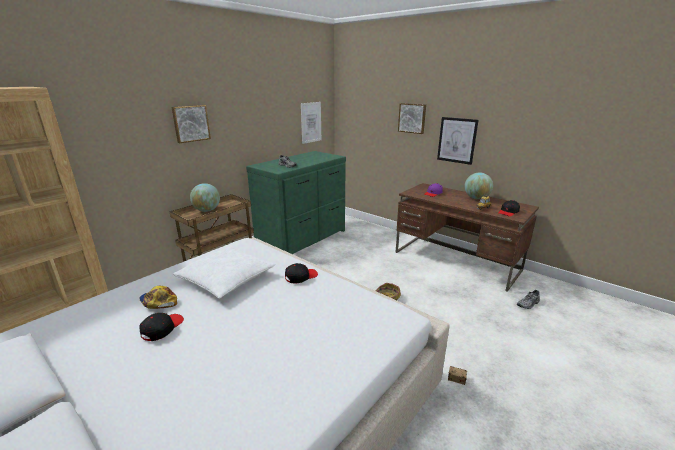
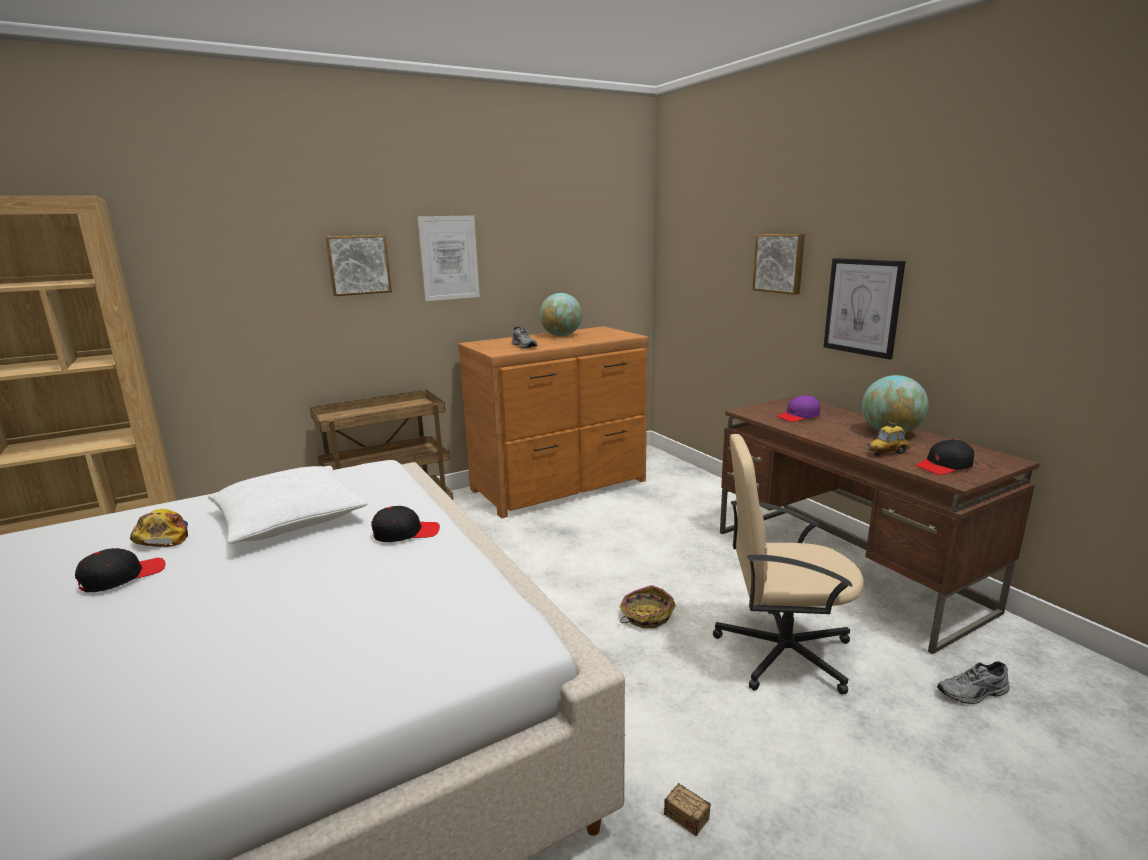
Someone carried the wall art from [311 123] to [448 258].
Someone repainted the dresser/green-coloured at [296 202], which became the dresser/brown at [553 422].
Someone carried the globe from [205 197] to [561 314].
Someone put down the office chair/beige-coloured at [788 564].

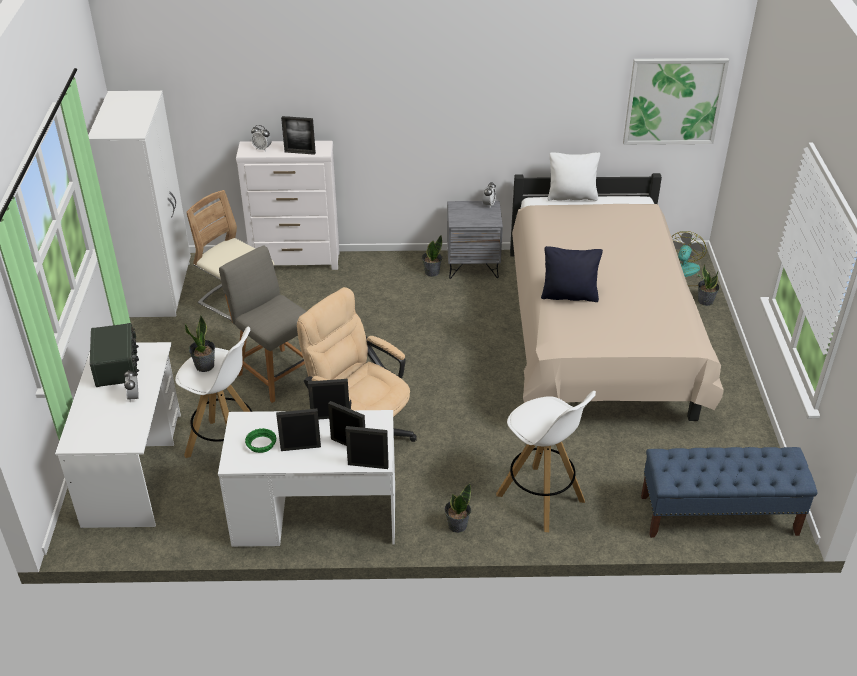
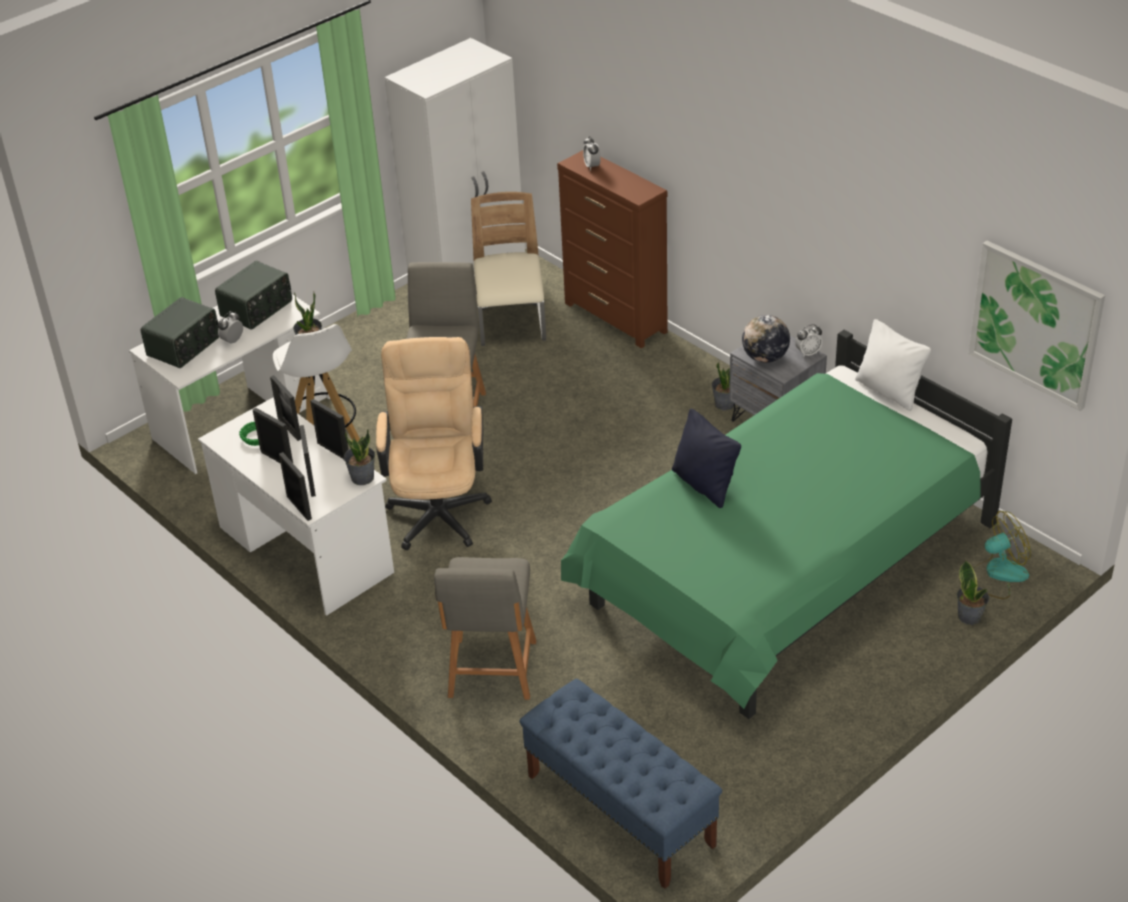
Someone carried the standing frame from [298 135] to [285 408].
Someone repainted the dresser/white-coloured at [287 205], which became the dresser/brown at [612 249].
Someone repainted the bedroom bed/beige-coloured at [617 297], which became the bedroom bed/green-coloured at [786 524].
Someone swapped the stool seat/white-coloured at [546 461] for the chair/greyish at [485 628].
Someone carried the plant in a pot from [458 508] to [359 457].
Someone put down the radio at [180 332].
Someone put down the globe at [766 339].

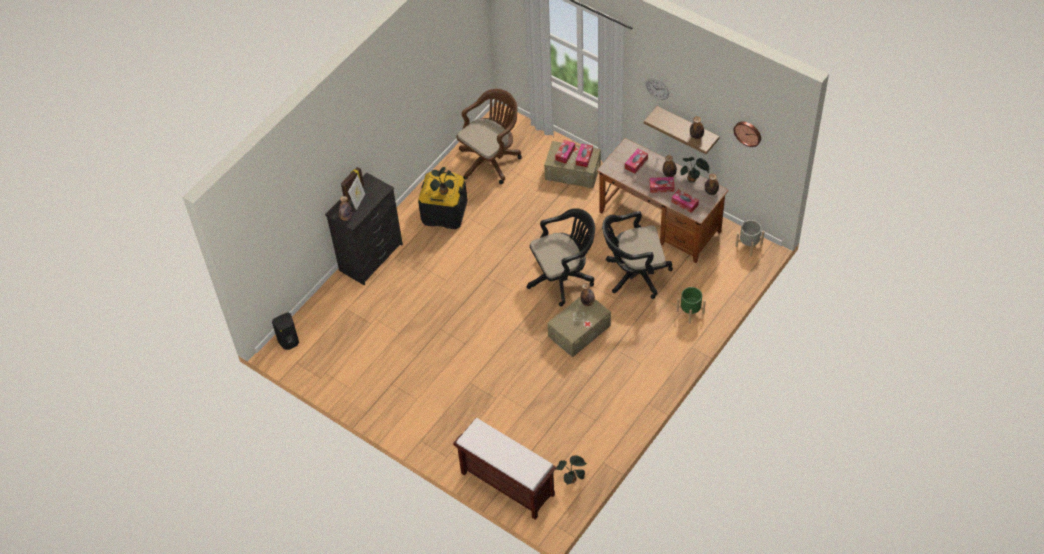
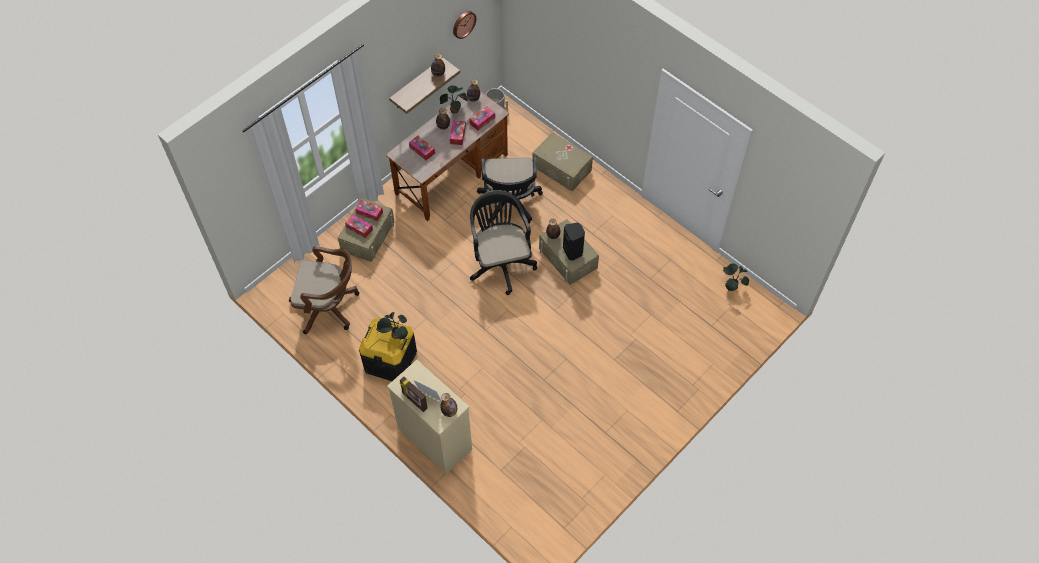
Someone took away the hanging clock at [657 89].
Someone rotated the office chair/brown at [489 136] by 135 degrees clockwise.
Someone repainted the dresser/black-coloured at [364 229], which became the dresser/beige-coloured at [429 417].
Someone swapped the planter/green-coloured at [691 305] for the storage container/beige-coloured at [562 161].
Someone carried the audio speaker/black-coloured from [285 331] to [574 242].
Someone took away the bench/brown at [505 469].

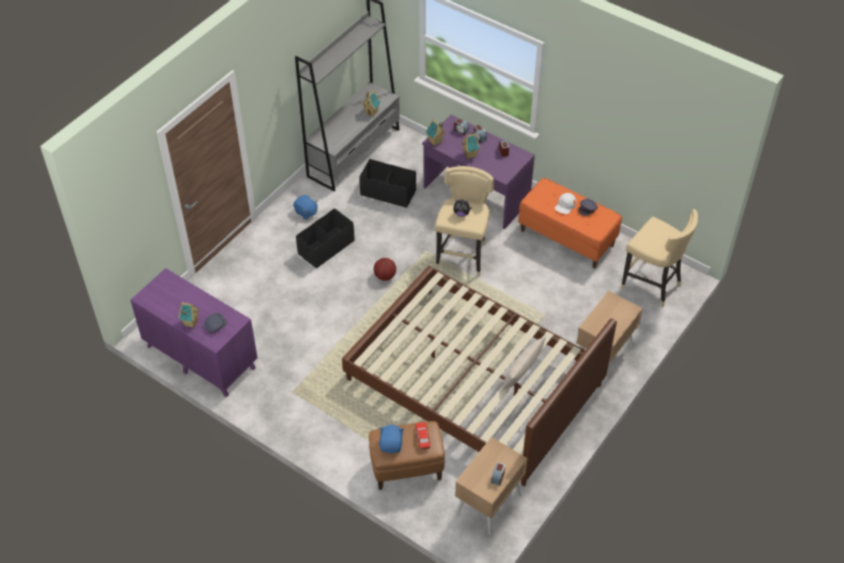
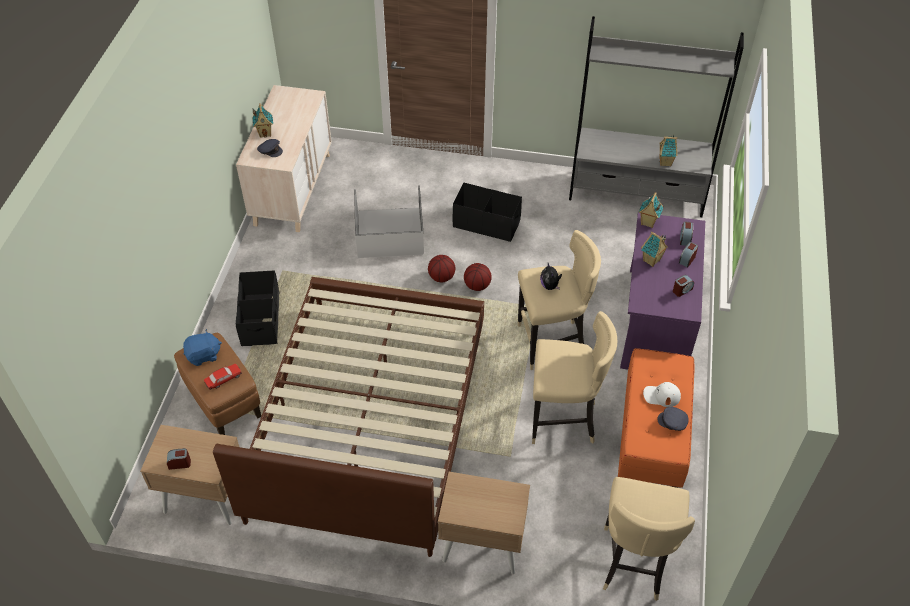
Someone carried the storage container/black-coloured from [387 183] to [257 308].
Someone took away the plush toy/bluish at [305 207].
Someone repainted the dresser/purple-coloured at [194 333], which became the dresser/beige-coloured at [284 158].
Someone took away the cushion/beige-coloured at [524 363].
Someone put down the storage container/white-coloured at [389 221].
Someone put down the ball for basketball at [441 269].
Someone put down the stool seat/beige-coloured at [574 377].

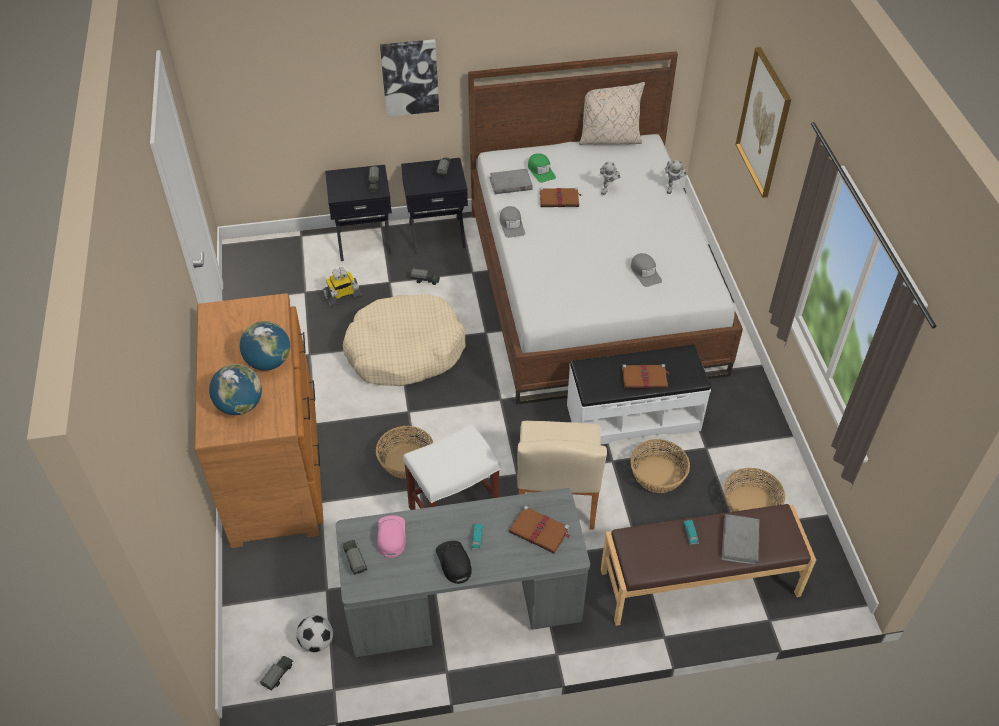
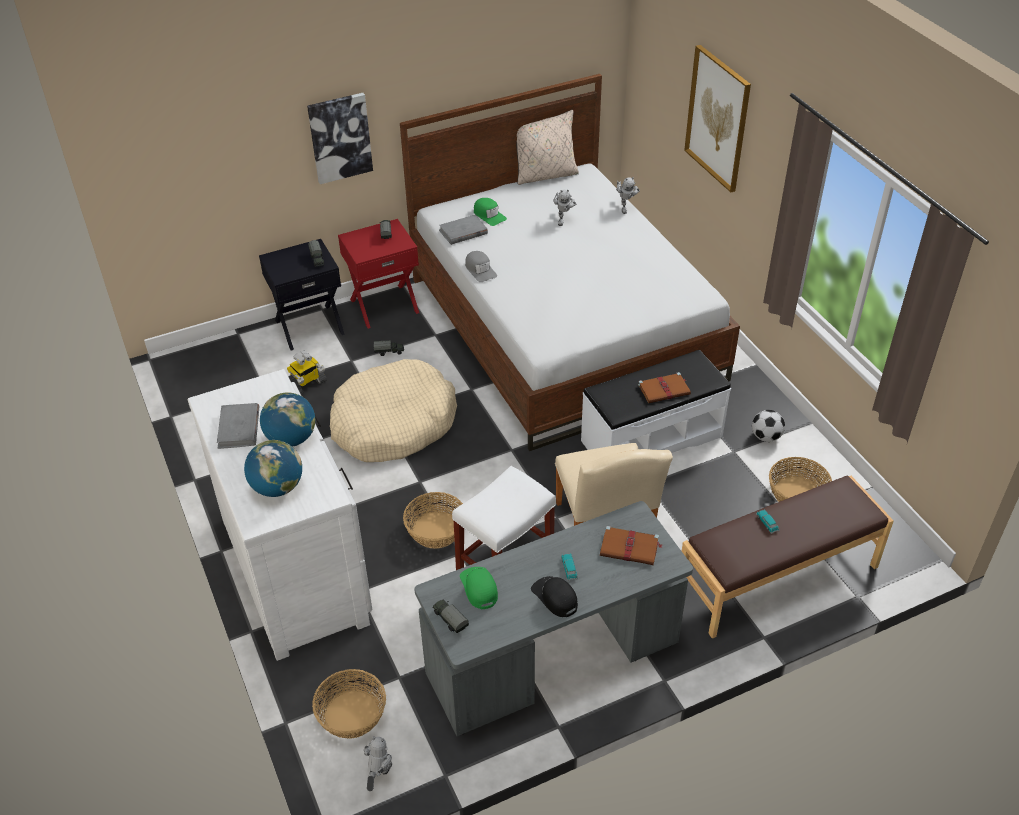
Someone repainted the nightstand/black-coloured at [434 206], which became the nightstand/red at [378 274].
Someone took away the volume/brown at [560 197].
Someone took away the cap/greyish at [646 270].
Someone repainted the dresser/brown at [259 420], which became the dresser/white-coloured at [280 515].
Someone carried the storage basket from [660 466] to [349 704].
Someone carried the volume/greyish from [740 539] to [238 426].
Someone repainted the cap/pink at [391 536], which became the cap/green-coloured at [479 588].
Someone carried the ball for football from [314 634] to [768 426].
Someone swapped the toy lorry at [276 673] for the toy robot at [378 763].

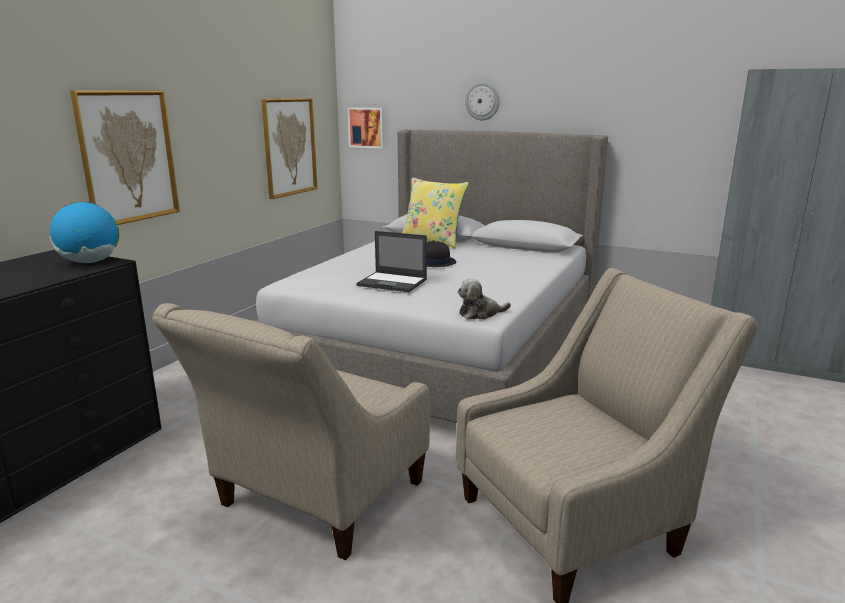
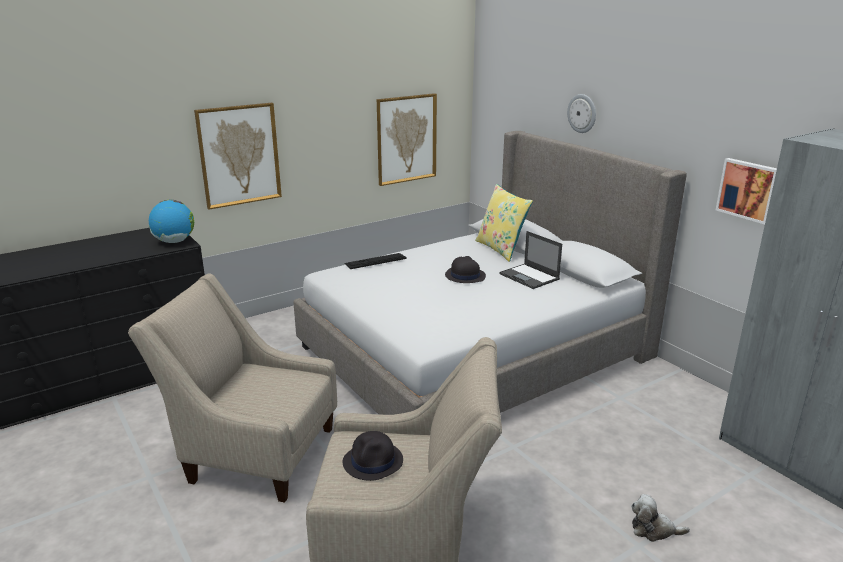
Someone carried the wall art from [366 128] to [746 191].
Someone carried the laptop from [391 261] to [530 260].
Someone carried the plush toy from [484 299] to [660 518].
Someone rotated the lounge chair/beige-coloured at [291 431] by 45 degrees clockwise.
Someone put down the keyboard at [375 261].
Someone put down the clothing hat/black-coloured at [373 456].

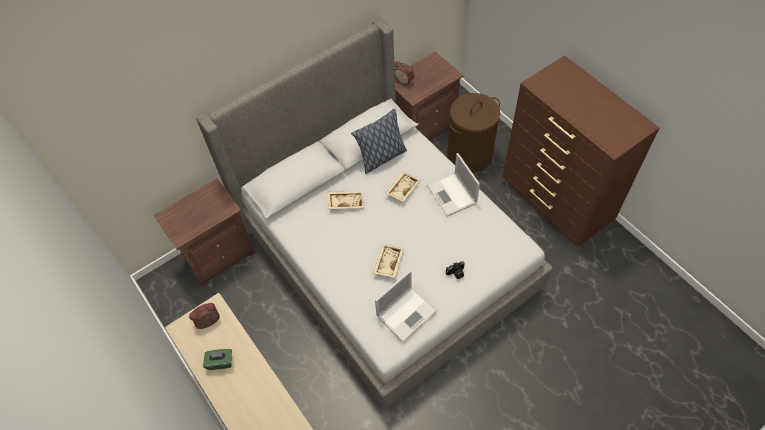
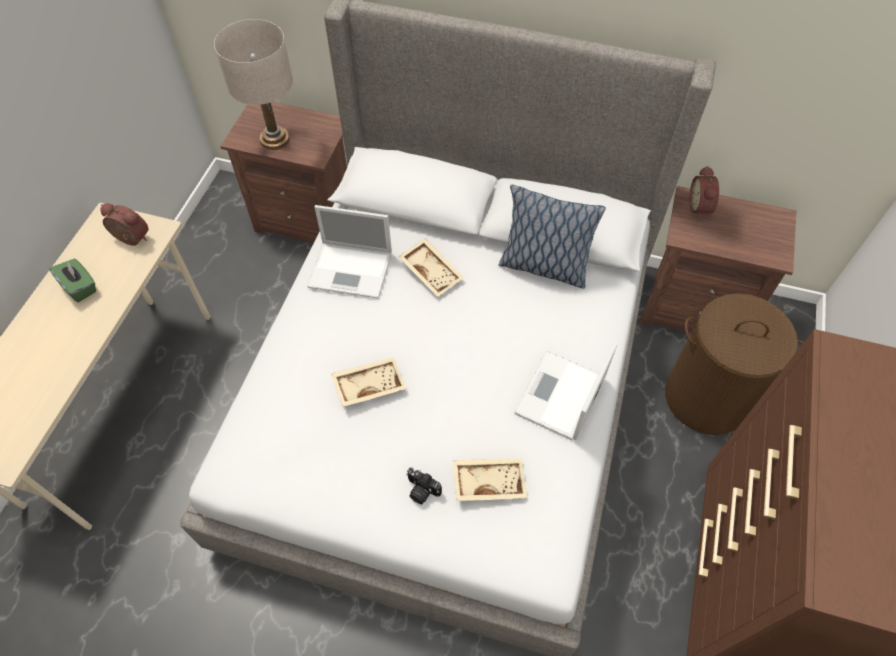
Someone carried the tray/beige-coloured from [403 187] to [490 479].
Someone carried the laptop from [406 306] to [349 251].
Someone put down the table lamp/beige-coloured at [253 84].

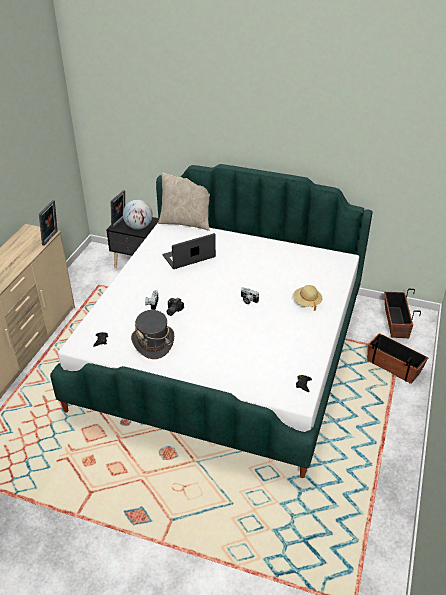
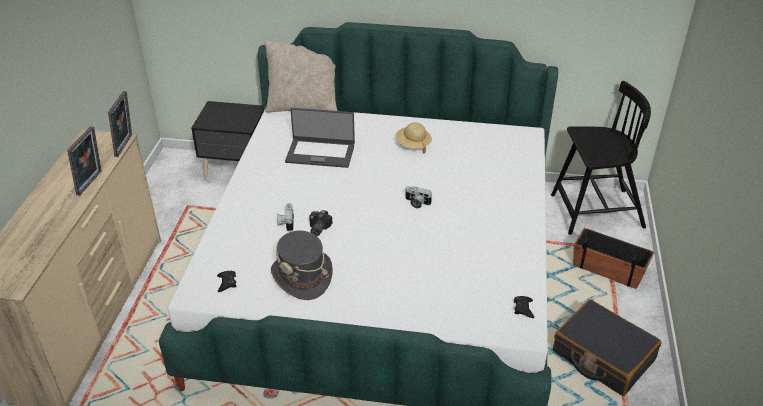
Someone carried the standing frame from [117 209] to [84 161].
Someone took away the globe at [138 214].
Someone rotated the laptop at [189 251] by 135 degrees counterclockwise.
Someone carried the clothing hat/beige-coloured from [307 298] to [413 137].
Someone swapped the planter at [402 313] for the chair/black-coloured at [601 158].
Someone put down the piece of luggage/black-coloured at [607 347].

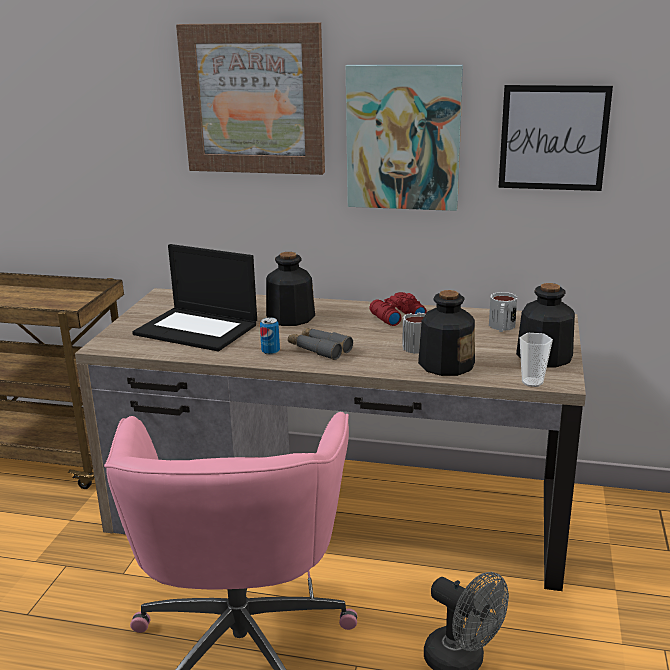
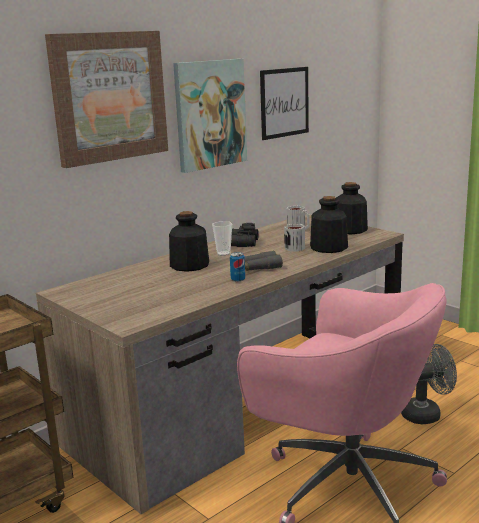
Someone took away the laptop at [194 297].
Someone repainted the binoculars/red at [398 309], which became the binoculars/black-coloured at [245 235].
Someone carried the cup from [536 360] to [222 238].

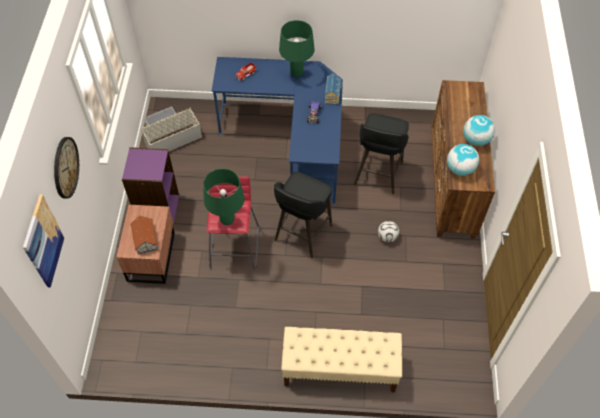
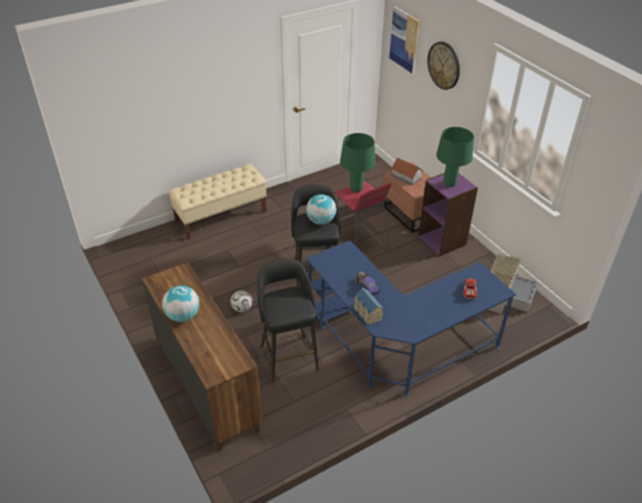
Someone carried the table lamp/green-coloured from [297 48] to [455 157].
Someone carried the globe from [463 160] to [321 209].

